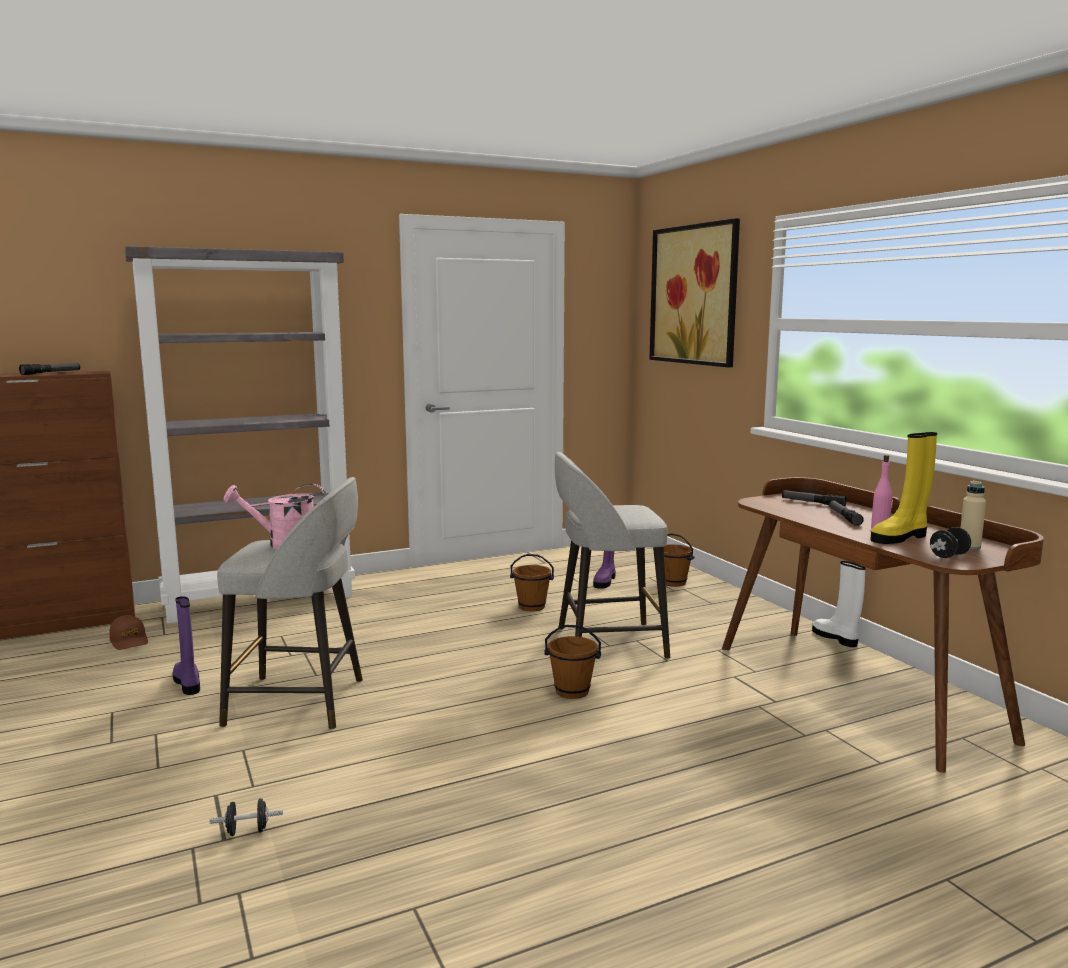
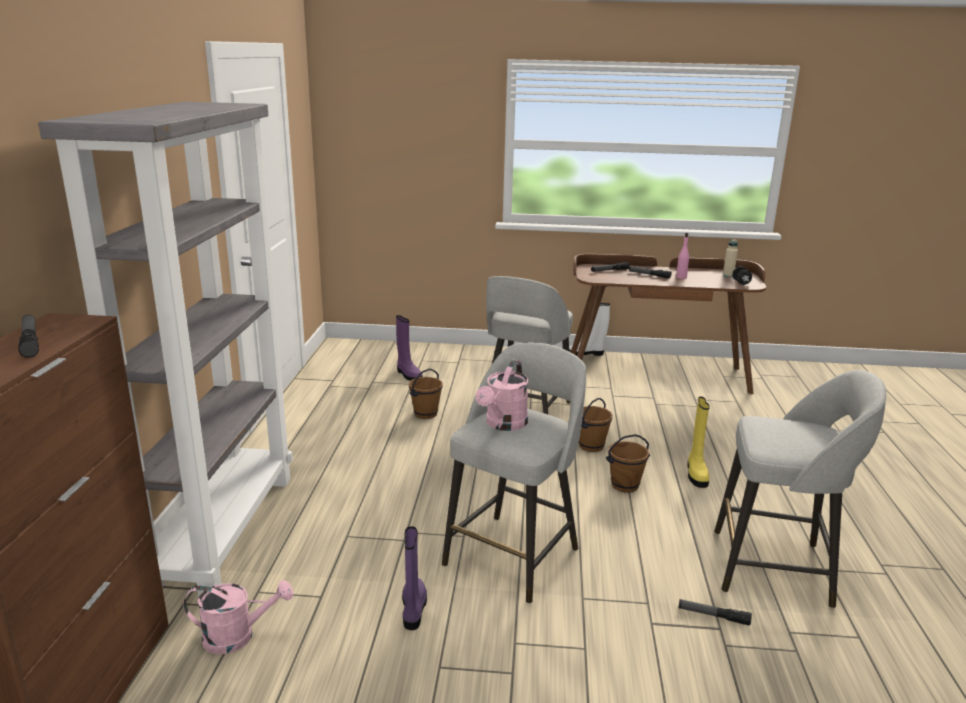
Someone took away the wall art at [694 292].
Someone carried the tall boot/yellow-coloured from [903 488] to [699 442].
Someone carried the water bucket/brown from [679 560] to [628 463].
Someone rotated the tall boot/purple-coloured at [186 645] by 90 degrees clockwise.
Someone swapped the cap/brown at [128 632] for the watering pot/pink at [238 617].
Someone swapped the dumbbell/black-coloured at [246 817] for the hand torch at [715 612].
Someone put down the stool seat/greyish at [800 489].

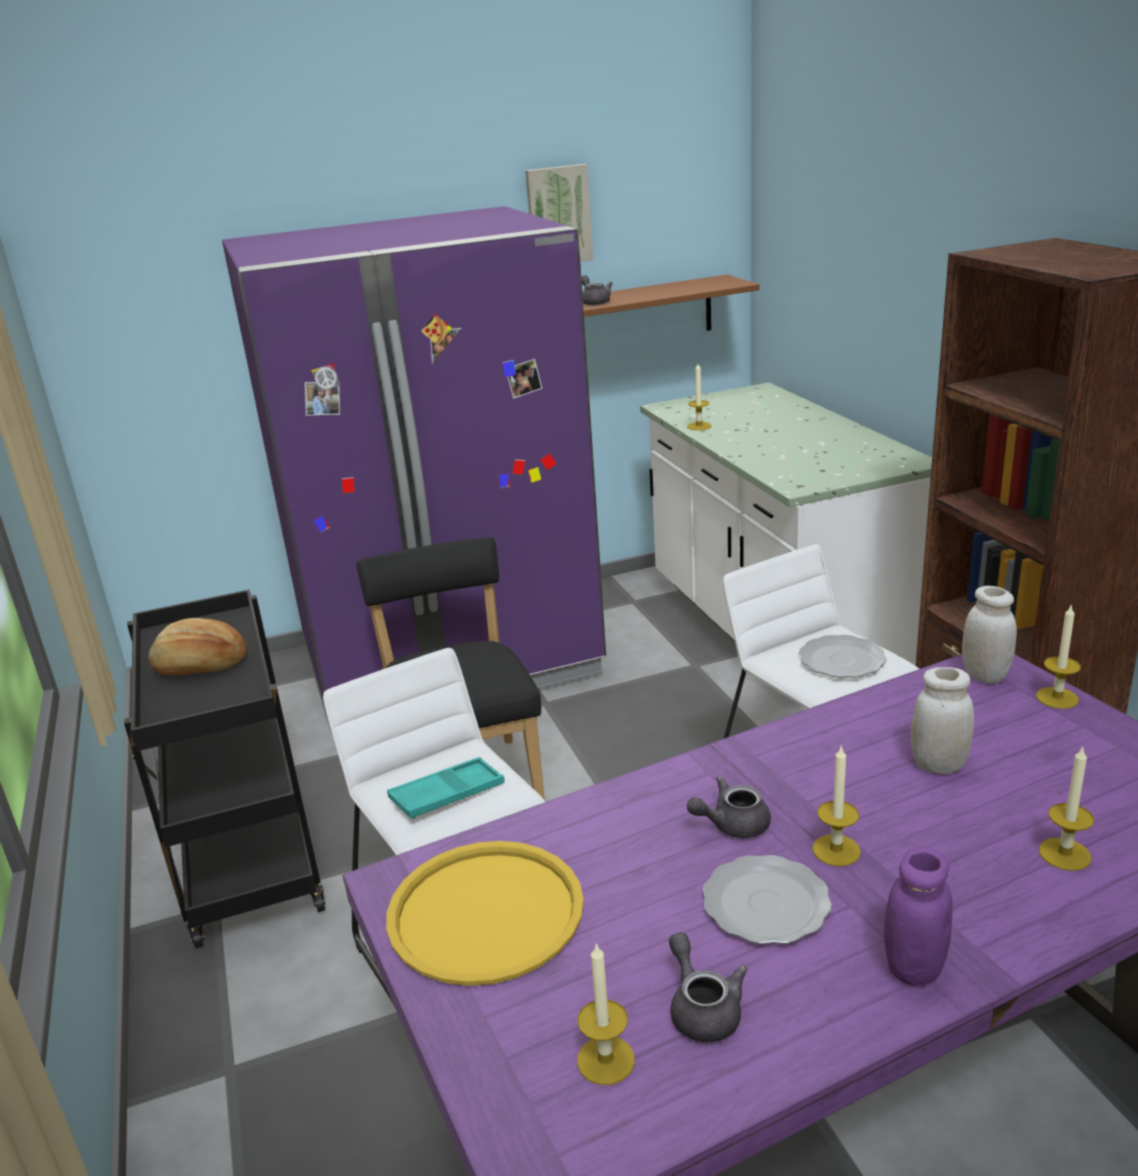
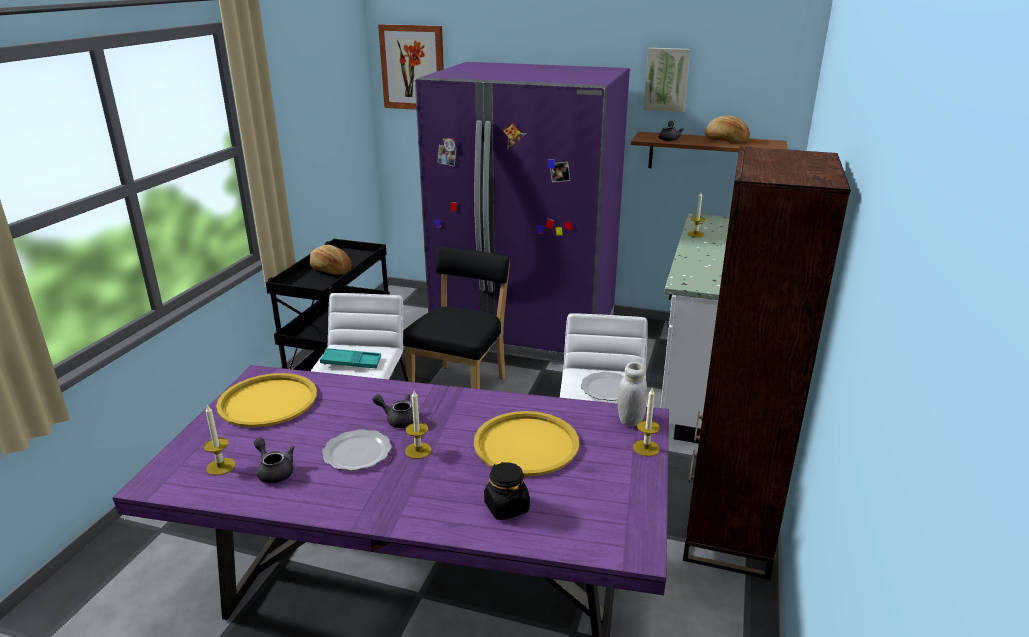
Someone swapped the jar/white-coloured at [942 720] for the tray/yellow-coloured at [526 443].
Someone swapped the wax candle at [1066 808] for the jar/black-coloured at [507 491].
Someone took away the jar/purple-coloured at [918 916].
Someone rotated the pot for tea/greyish at [708 987] by 60 degrees counterclockwise.
Someone put up the wall art at [411 67].
Someone put down the bread at [727 129].

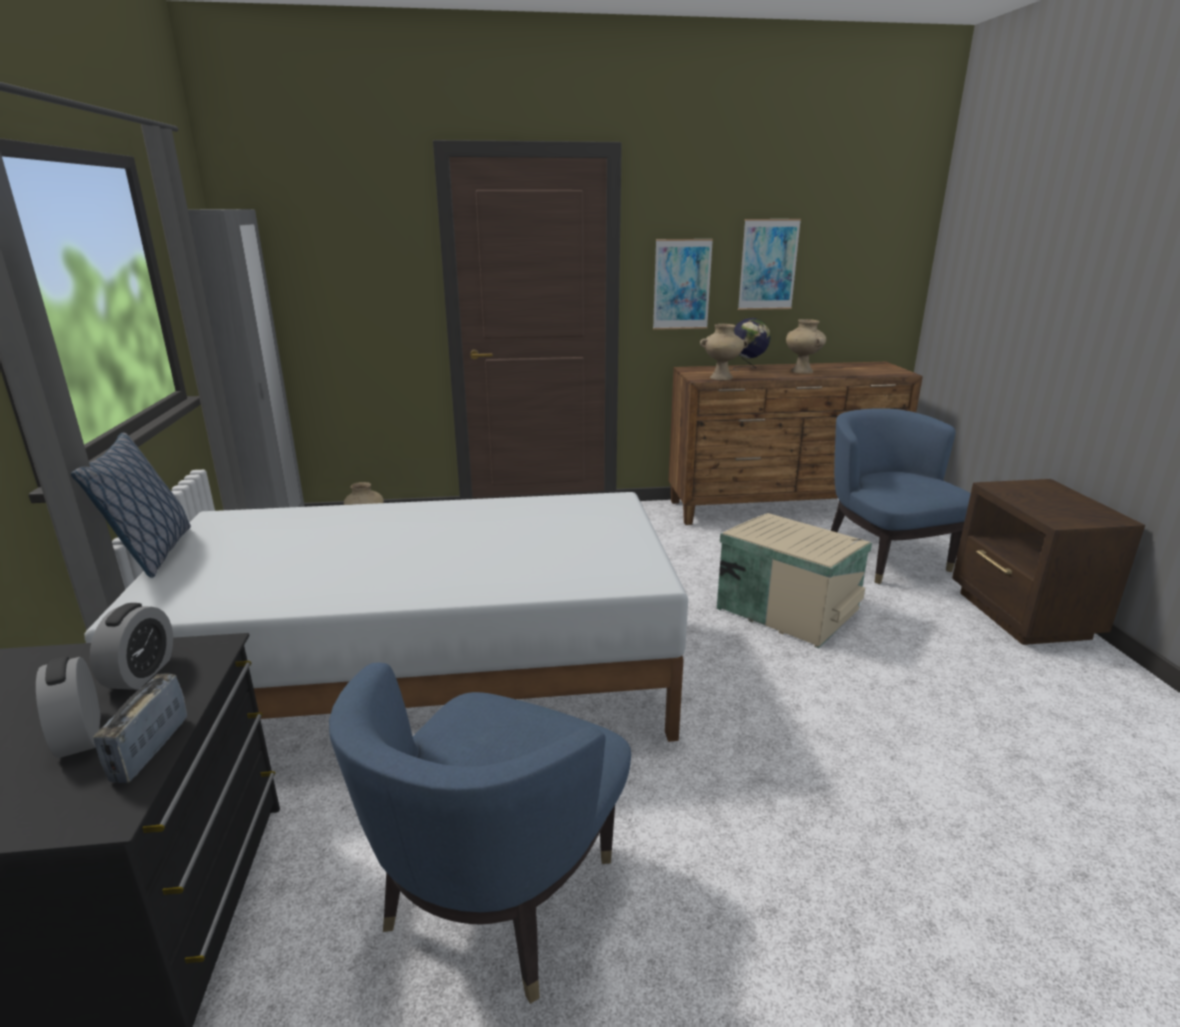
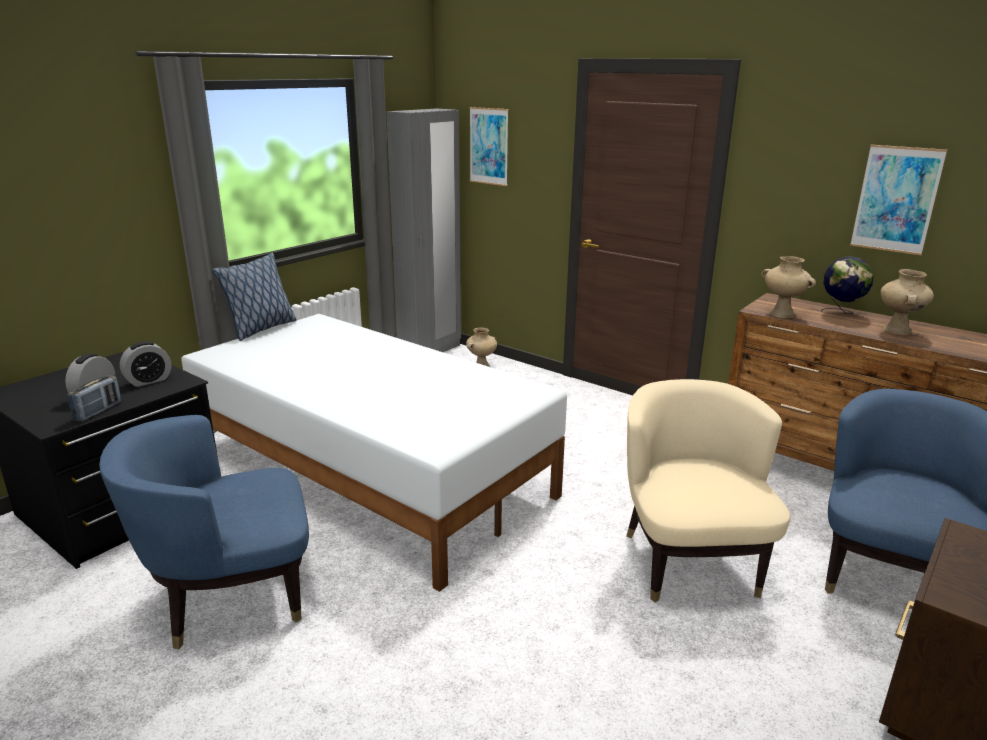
Someone carried the wall art from [683 284] to [489 146].
Someone swapped the storage container/beige-coloured at [794 580] for the lounge chair/beige-coloured at [708 490].
Someone rotated the radio at [140 728] by 150 degrees clockwise.

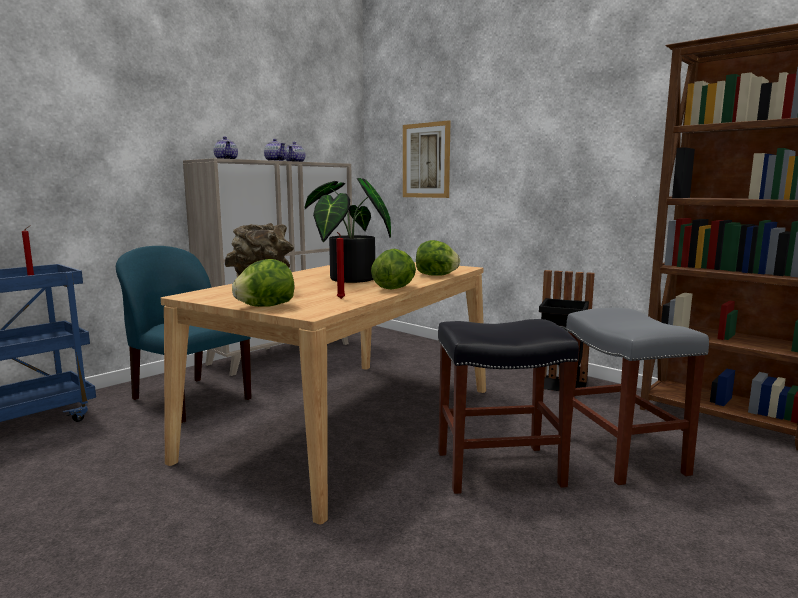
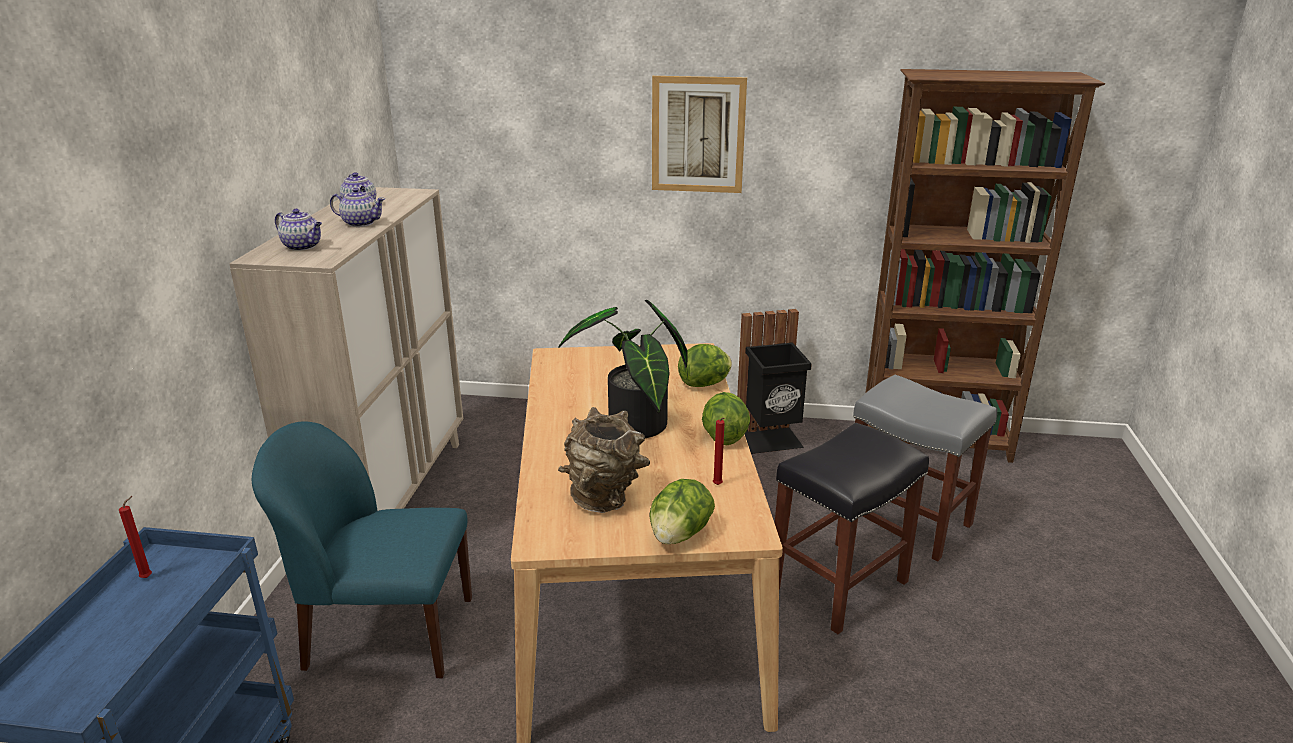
Someone carried the wall art from [426 159] to [699 134].

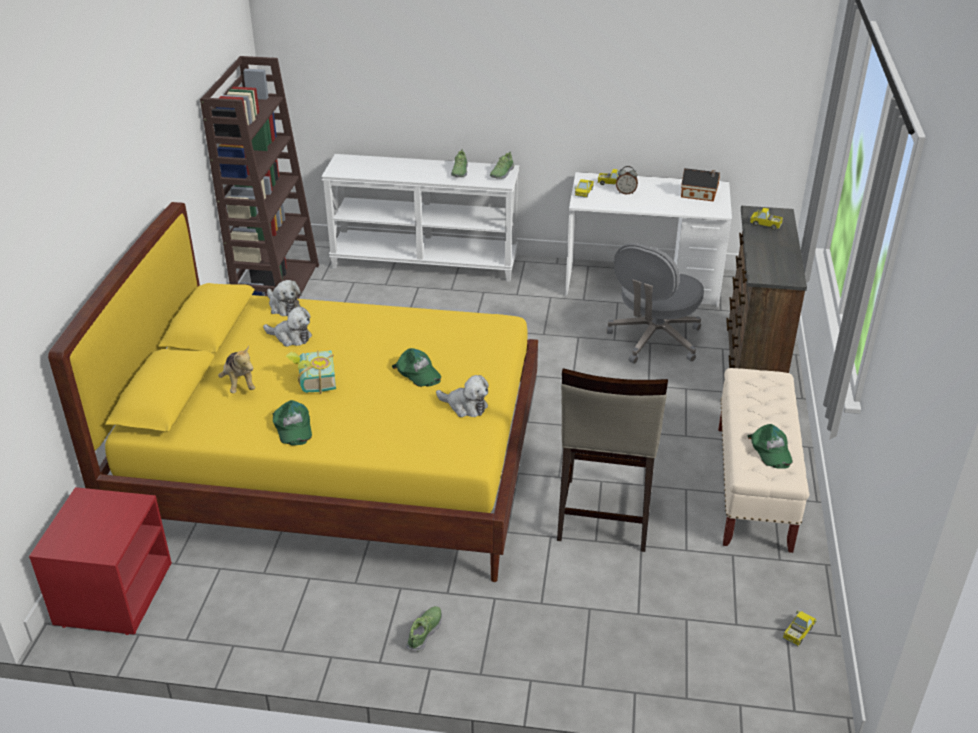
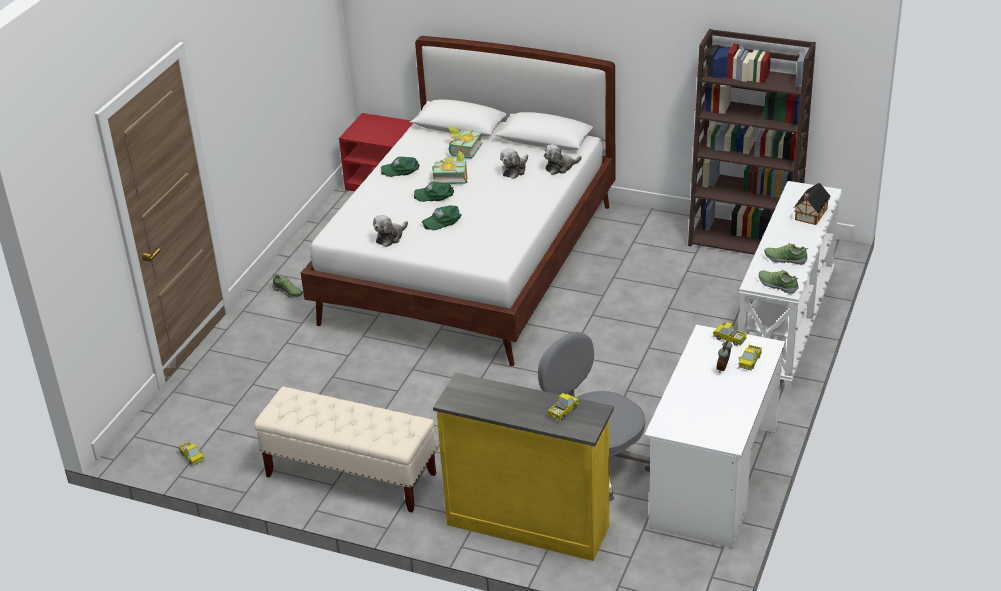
Someone carried the toy house from [700 185] to [812 204].
Someone repainted the bedroom bed/yellow-coloured at [293 392], which became the bedroom bed/white-coloured at [457 201].
Someone repainted the dresser/brown at [766 289], which became the dresser/yellow-coloured at [523 467].
Someone swapped the plush toy at [236 369] for the volume at [465 142].
Someone took away the stool seat/beige-coloured at [612 460].
Someone carried the cap/green-coloured from [769 446] to [434 192].

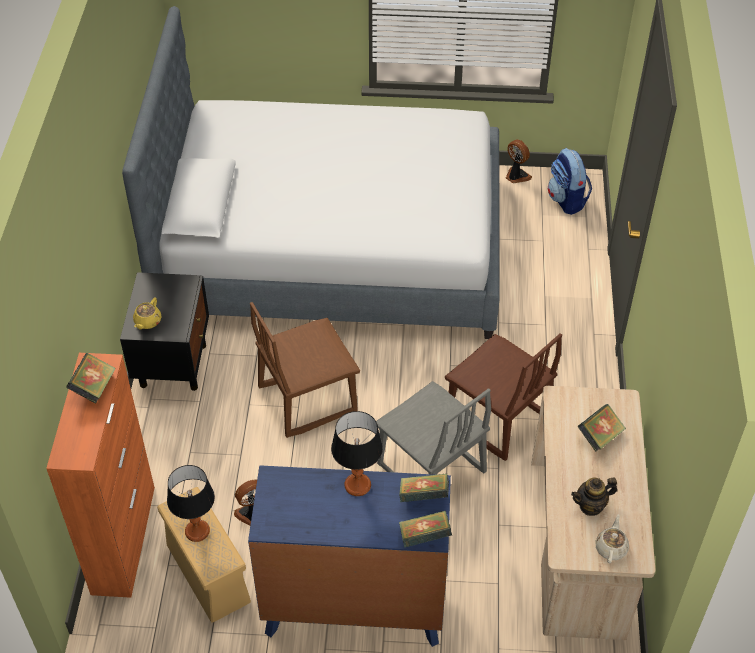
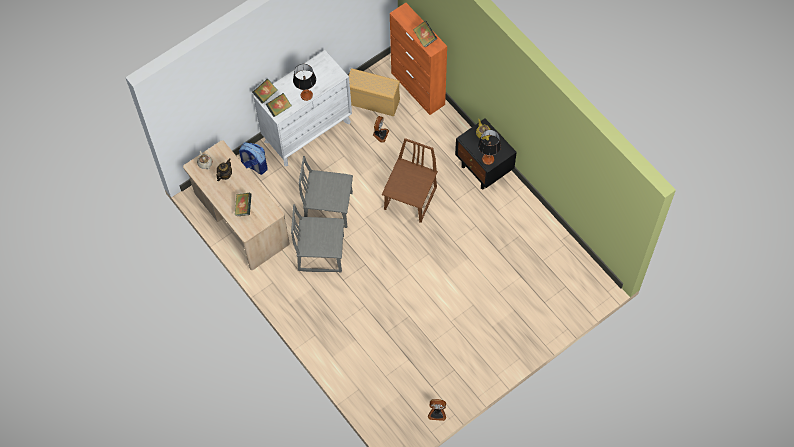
Someone took away the bedroom bed at [310 172].
Someone carried the knapsack from [570 181] to [253 158].
Someone repainted the chair/brown at [503 397], which became the chair/greyish at [317 238].
Someone carried the table lamp from [191 503] to [489 147].
Someone repainted the dresser/bluish at [349 556], which became the dresser/white-coloured at [303 108].

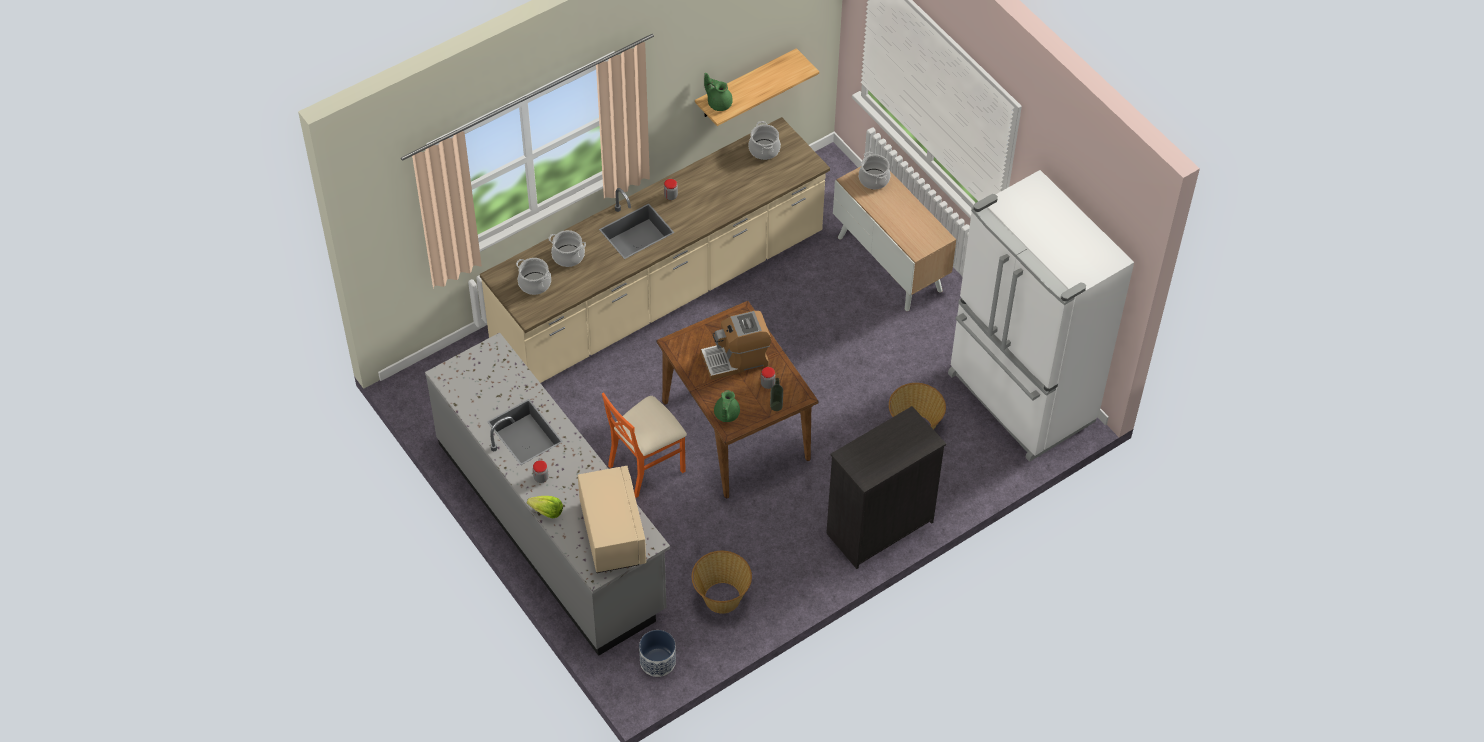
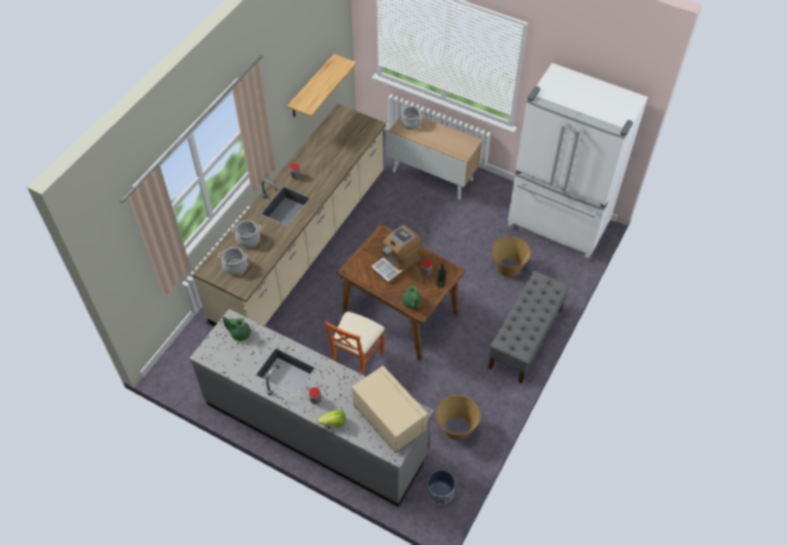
Someone carried the pot for tea/green-coloured from [718 92] to [237 329].
Someone took away the saucepot at [765 140].
Someone swapped the dresser/black-coloured at [886 487] for the bench/greyish at [529 327].

